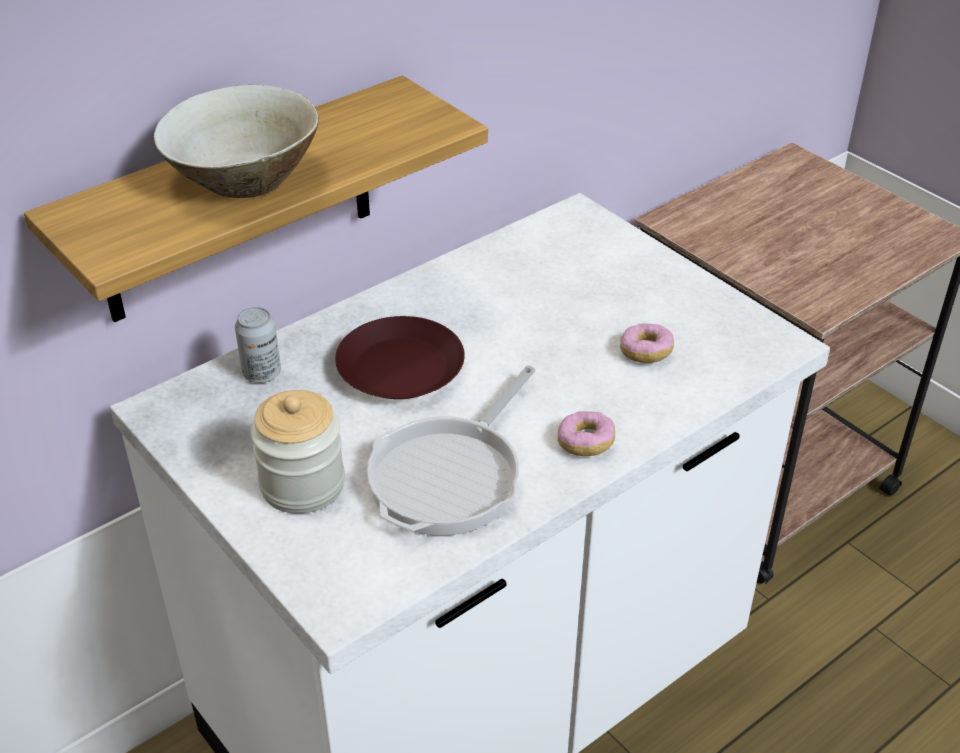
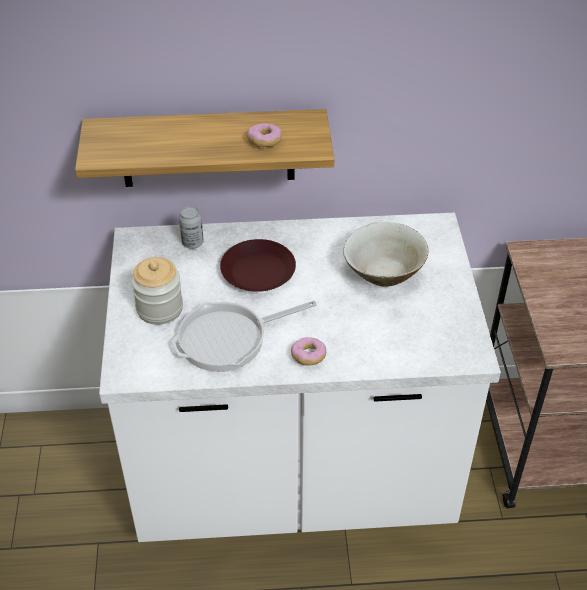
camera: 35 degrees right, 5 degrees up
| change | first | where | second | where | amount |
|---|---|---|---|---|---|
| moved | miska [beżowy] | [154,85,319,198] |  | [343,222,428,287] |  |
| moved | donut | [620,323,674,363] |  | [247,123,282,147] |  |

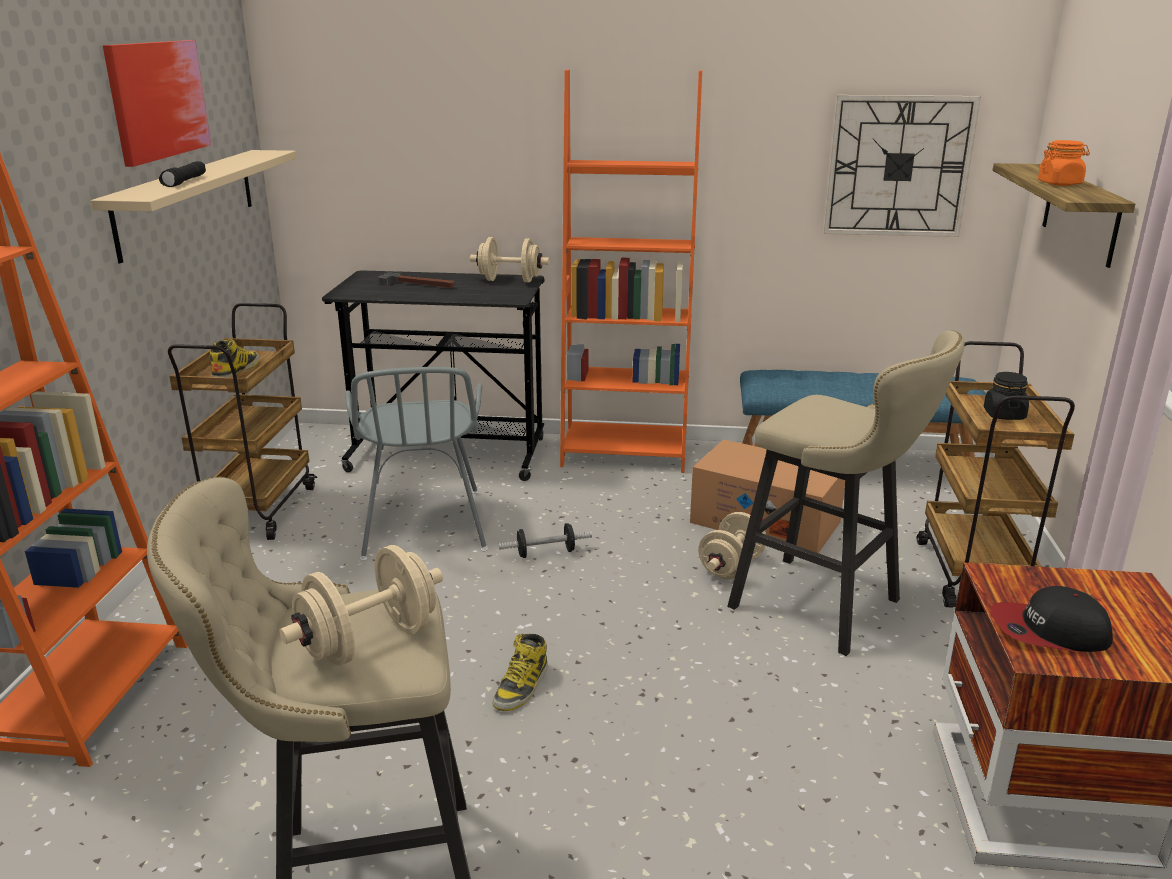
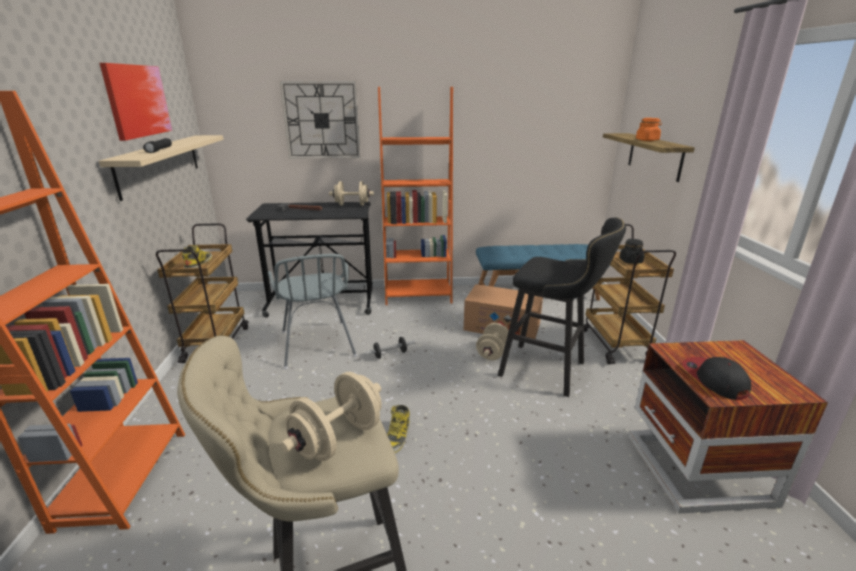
camera: 10 degrees left, 0 degrees up
| change | first | where | second | where | amount |
|---|---|---|---|---|---|
| moved | zegar ścienny | [823,95,981,237] |  | [279,81,361,159] |  |
| recoloured | stołek [beżowy] | [727,330,964,656] | stołek [czarny] | [498,217,626,397] |  |
| turned | czapka z daszkiem | [991,586,1113,652] |  | [682,357,751,400] | 75 degrees clockwise |

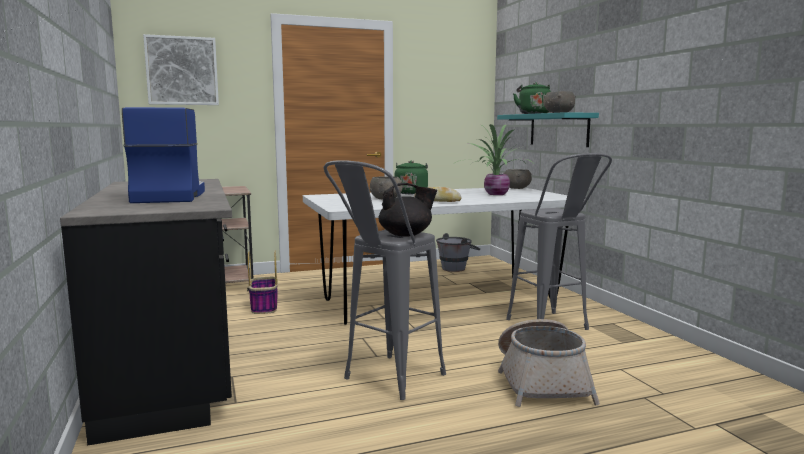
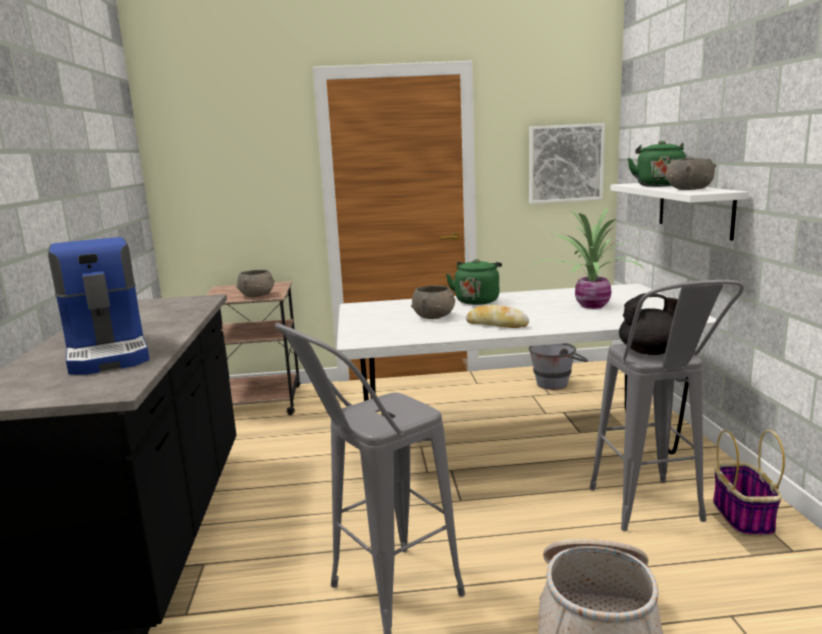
camera: 15 degrees right, 5 degrees up
| change | first | where | second | where | amount |
|---|---|---|---|---|---|
| moved | obraz | [143,34,219,105] |  | [529,123,605,204] |  |
| moved | koszyk | [248,251,278,314] |  | [713,430,785,536] |  |
| moved | imbryk [czarny] | [378,183,437,237] |  | [619,293,678,355] |  |
| moved | miska [szary] | [503,169,532,189] |  | [236,270,275,297] |  |
| recoloured | półka [turkusowy] | [497,112,599,147] | półka [biały] | [610,183,749,241] |  |
| turned | ekspres do kawy | [122,107,205,203] |  | [48,237,150,375] | 150 degrees clockwise |

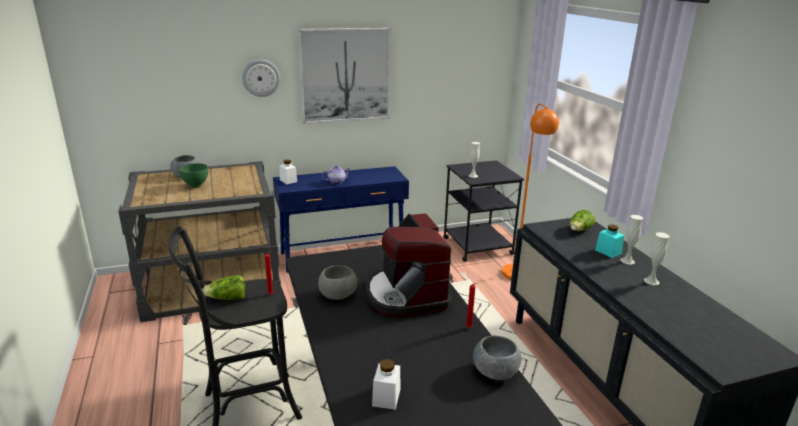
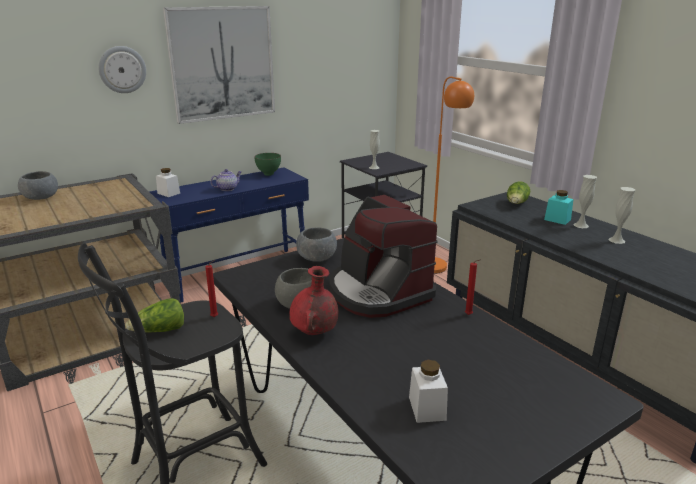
camera: 15 degrees left, 0 degrees up
| change | first | where | second | where | amount |
|---|---|---|---|---|---|
| added |  |  | wazon [czerwony] | [289,266,338,335] |  |
| moved | miska [zielony] | [179,163,208,188] |  | [254,153,281,176] |  |
| moved | miska [szary] | [473,336,521,380] |  | [296,228,337,262] |  |

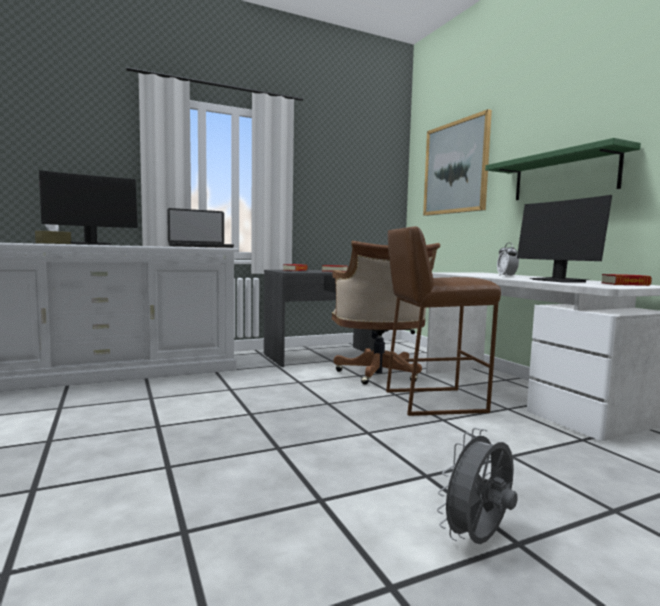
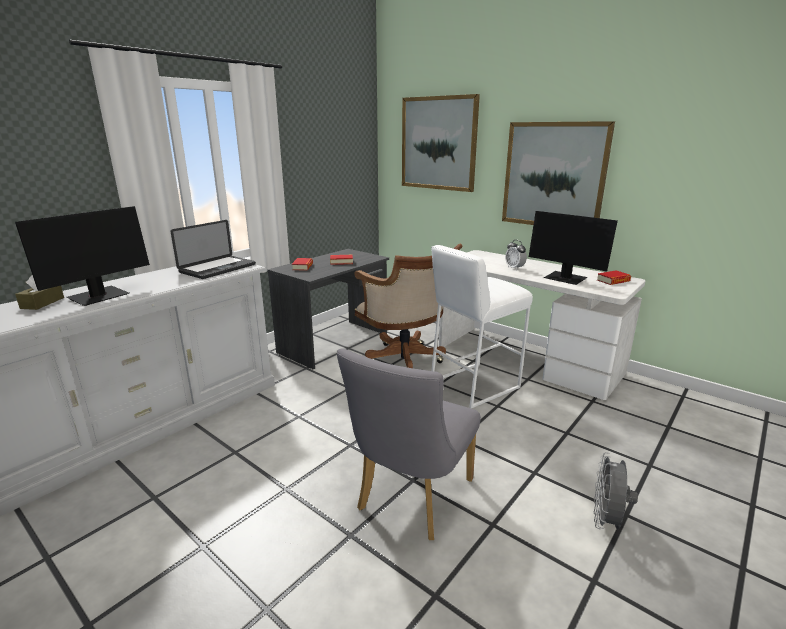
camera: 25 degrees left, 15 degrees up
| change | first | where | second | where | amount |
|---|---|---|---|---|---|
| added |  |  | krzesło [szary] | [337,348,481,540] |  |
| replaced | półka [zielony] | [485,138,641,200] | obraz | [502,121,615,225] |  |
| recoloured | stołek [brązowy] | [386,226,501,416] | stołek [biały] | [431,245,533,408] |  |

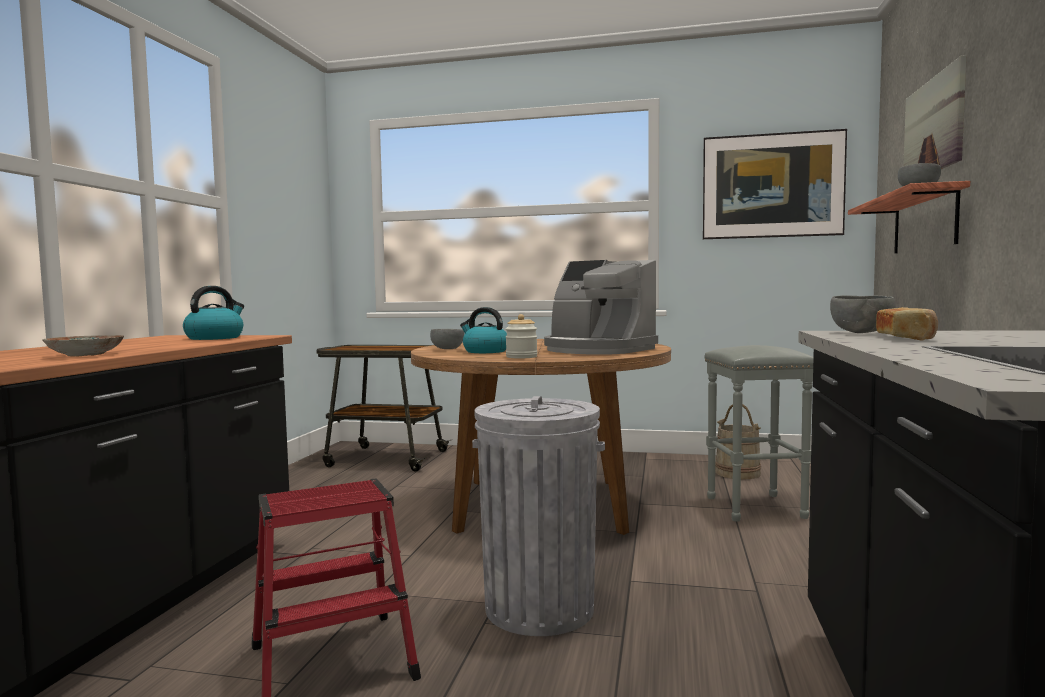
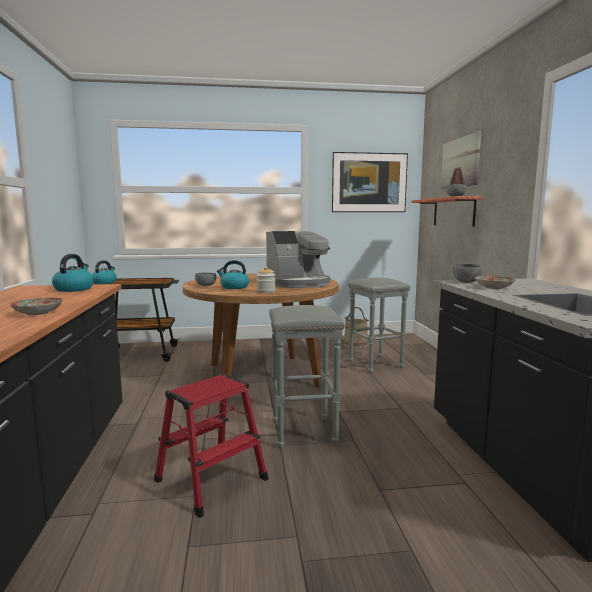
camera: 20 degrees left, 5 degrees up
| change | first | where | second | where | amount |
|---|---|---|---|---|---|
| added |  |  | czajnik | [92,260,117,284] |  |
| replaced | kosz na śmieci [szary] | [472,396,605,636] | stołek [szary] | [269,305,345,449] |  |
| replaced | chleb | [876,307,938,341] | talerz | [475,276,515,289] |  |
| turned | ekspres do kawy | [544,260,658,355] |  | [266,231,331,288] | 45 degrees counterclockwise |

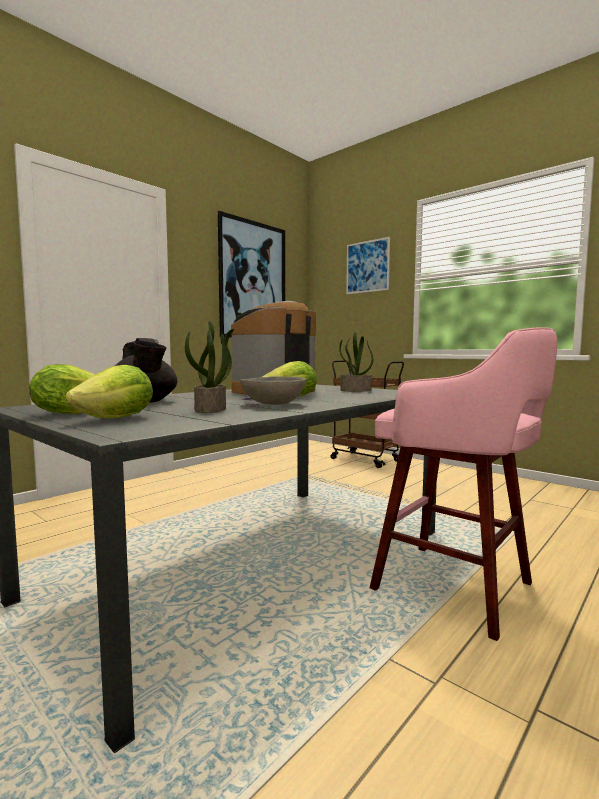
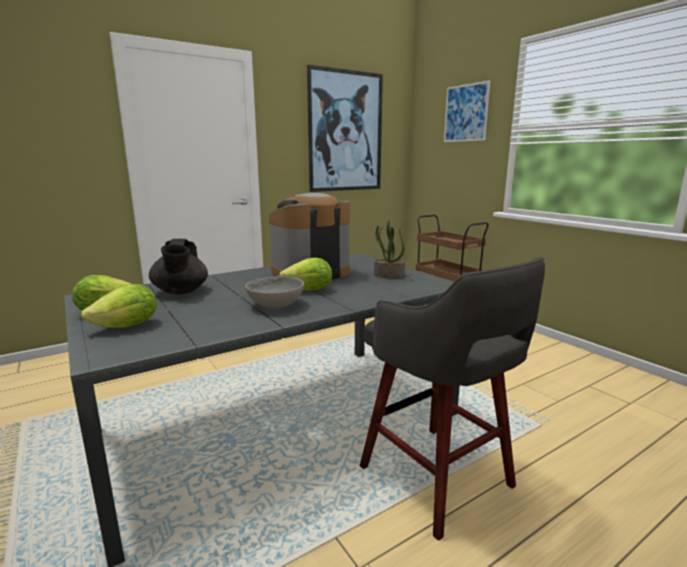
camera: 15 degrees right, 10 degrees up
| change | first | where | second | where | amount |
|---|---|---|---|---|---|
| removed | roślina doniczkowa | [185,321,234,413] |  |  |  |
| recoloured | stołek [różowy] | [370,327,557,641] | stołek [szary] | [360,257,545,541] |  |

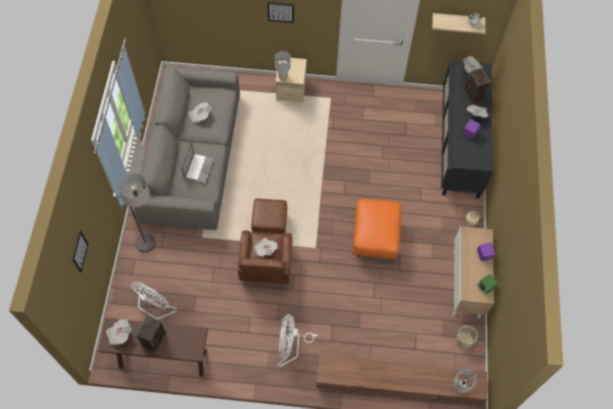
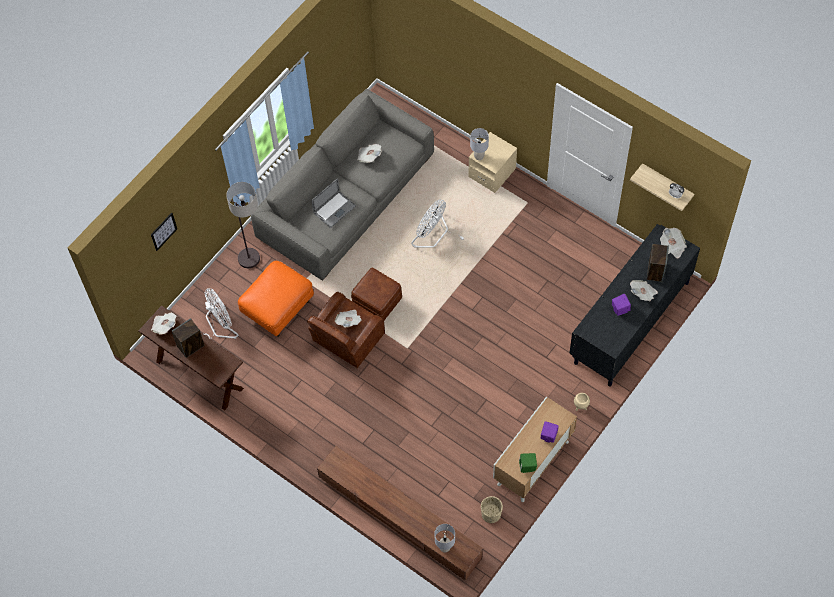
camera: 35 degrees right, 0 degrees up
| change | first | where | second | where | amount |
|---|---|---|---|---|---|
| removed | obraz | [267,2,294,23] |  |  |  |
| moved | wentylator [biały] | [278,314,318,367] |  | [411,200,464,248] |  |
| moved | pufa [pomarańczowy] | [353,199,402,260] |  | [238,261,314,337] |  |

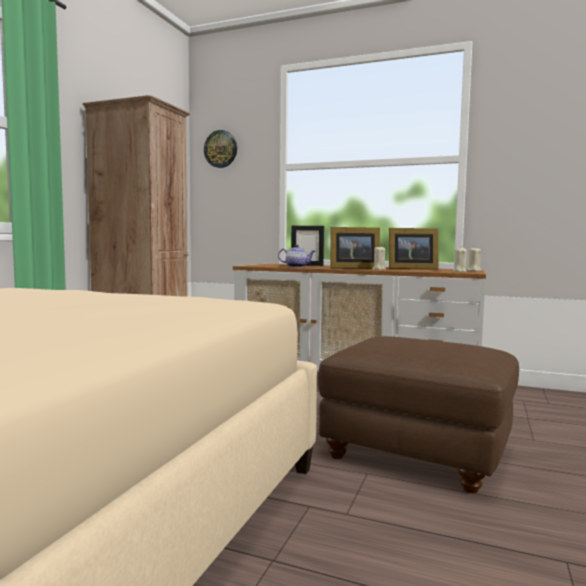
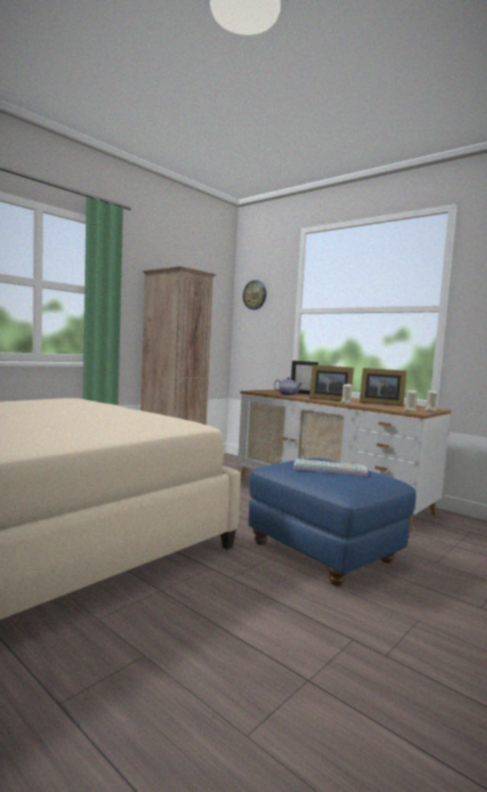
camera: 20 degrees right, 0 degrees up
| change | first | where | second | where | amount |
|---|---|---|---|---|---|
| added |  |  | klawiatura | [293,459,368,476] |  |
| recoloured | pufa [brązowy] | [318,336,519,493] | pufa [niebieski] | [248,458,416,586] |  |

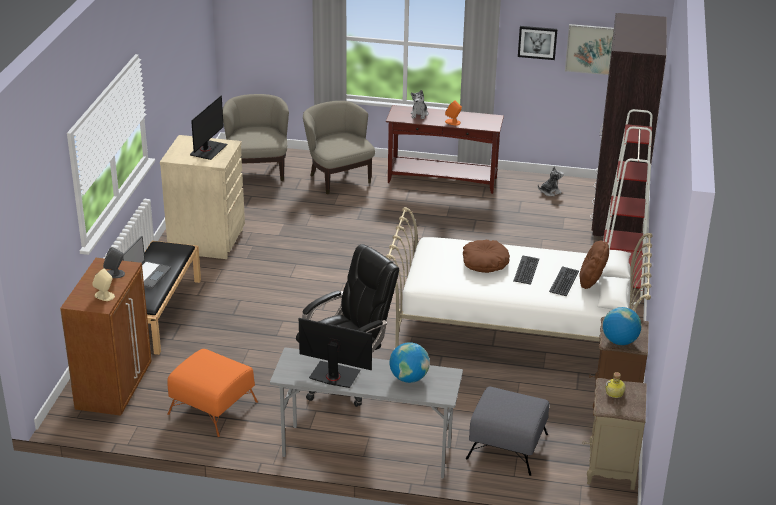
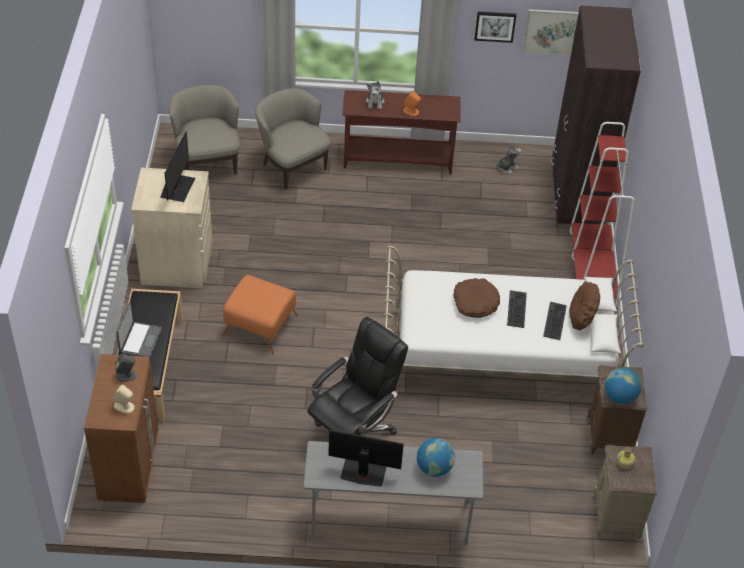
camera: 10 degrees left, 15 degrees up
| change | first | where | second | where | amount |
|---|---|---|---|---|---|
| removed | pufa [szary] | [466,387,549,476] |  |  |  |
| moved | pufa [pomarańczowy] | [167,349,258,437] |  | [222,275,298,354] |  |

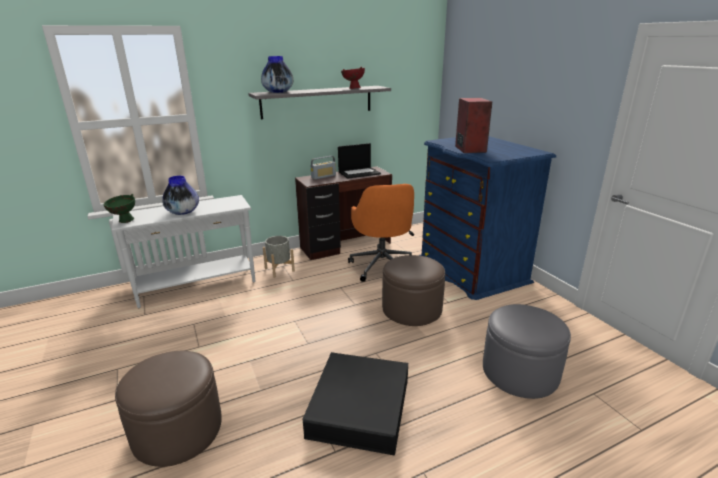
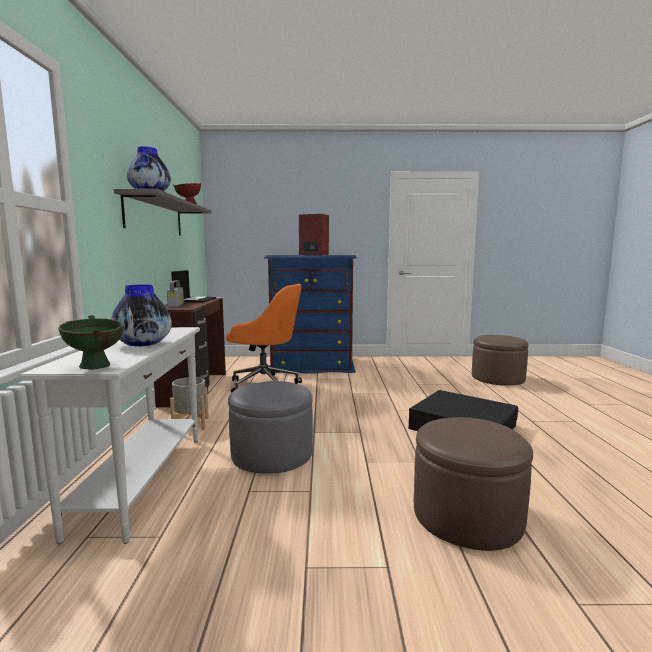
camera: 65 degrees left, 15 degrees down
| change | first | where | second | where | amount |
|---|---|---|---|---|---|
| moved | pufa [brązowy] | [382,255,445,326] |  | [472,335,529,386] |  |
| moved | pufa [szary] | [483,304,571,399] |  | [228,381,313,474] |  |

